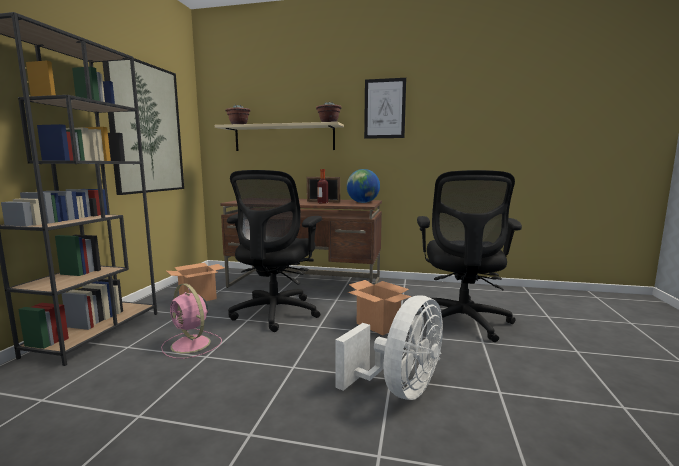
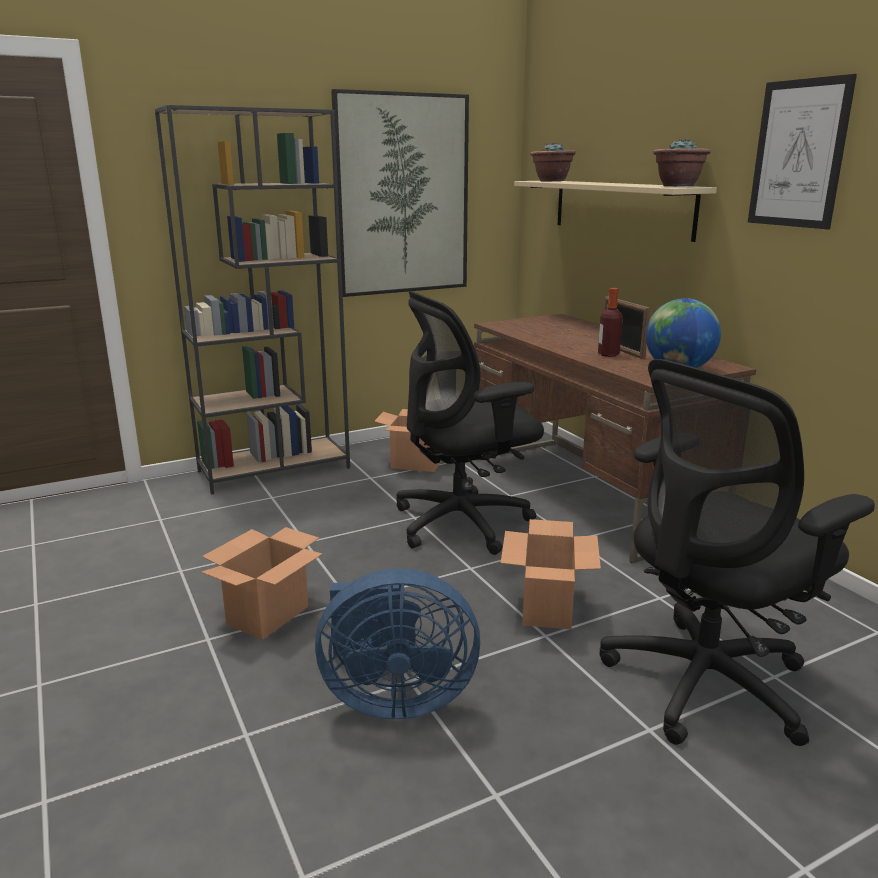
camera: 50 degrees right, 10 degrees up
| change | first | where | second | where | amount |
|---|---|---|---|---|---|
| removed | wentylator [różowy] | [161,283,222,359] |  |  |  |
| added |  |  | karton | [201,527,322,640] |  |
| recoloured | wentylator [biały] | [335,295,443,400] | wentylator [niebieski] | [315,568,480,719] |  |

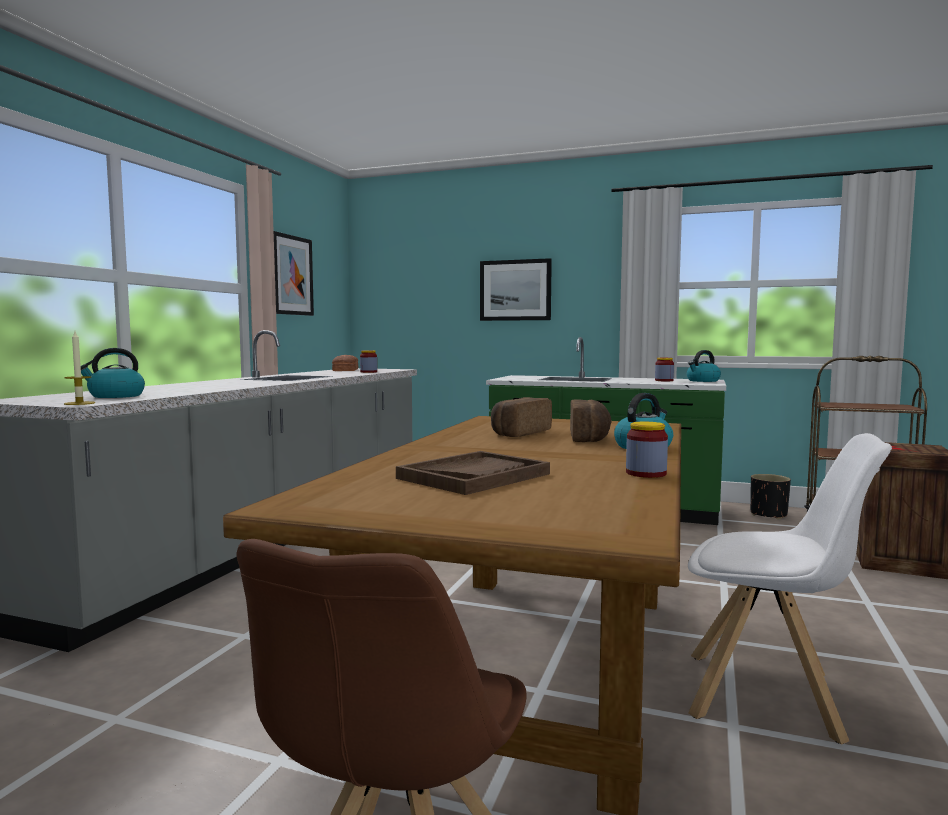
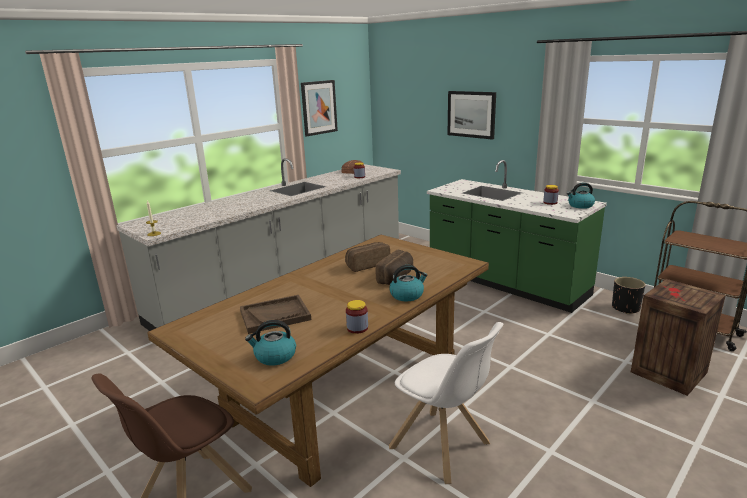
camera: 25 degrees right, 15 degrees up
| change | first | where | second | where | amount |
|---|---|---|---|---|---|
| moved | czajnik | [81,348,145,398] |  | [245,320,296,366] |  |

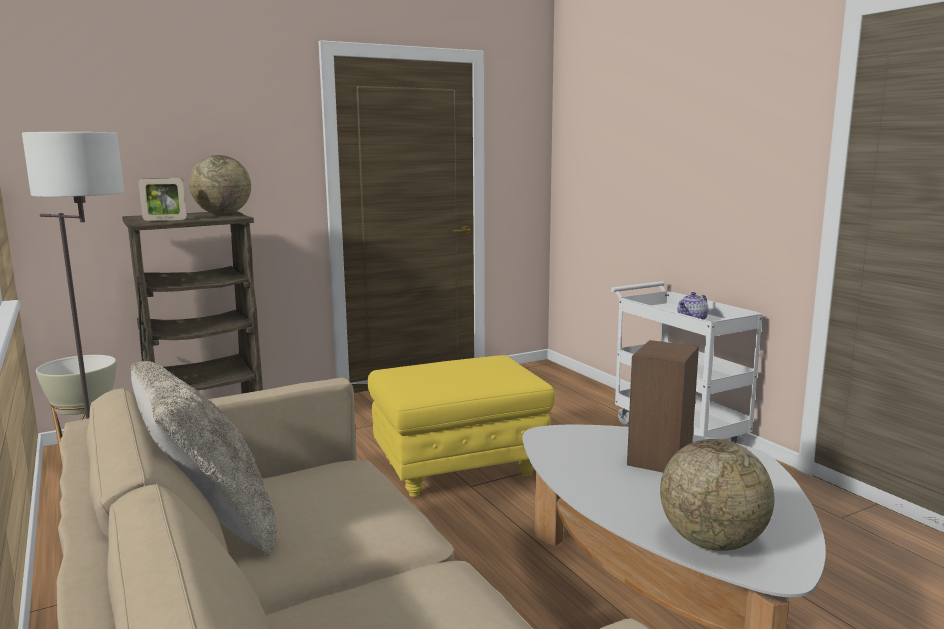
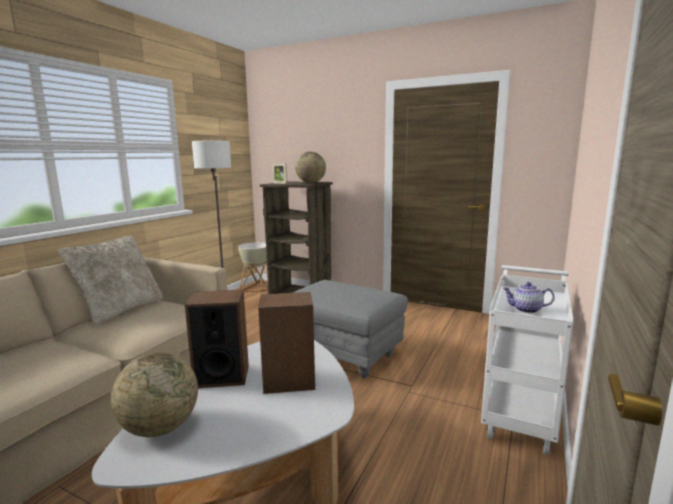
camera: 55 degrees right, 0 degrees up
| change | first | where | second | where | amount |
|---|---|---|---|---|---|
| added |  |  | głośnik | [185,290,249,388] |  |
| recoloured | pufa [żółty] | [367,355,555,497] | pufa [szary] | [293,280,408,378] |  |

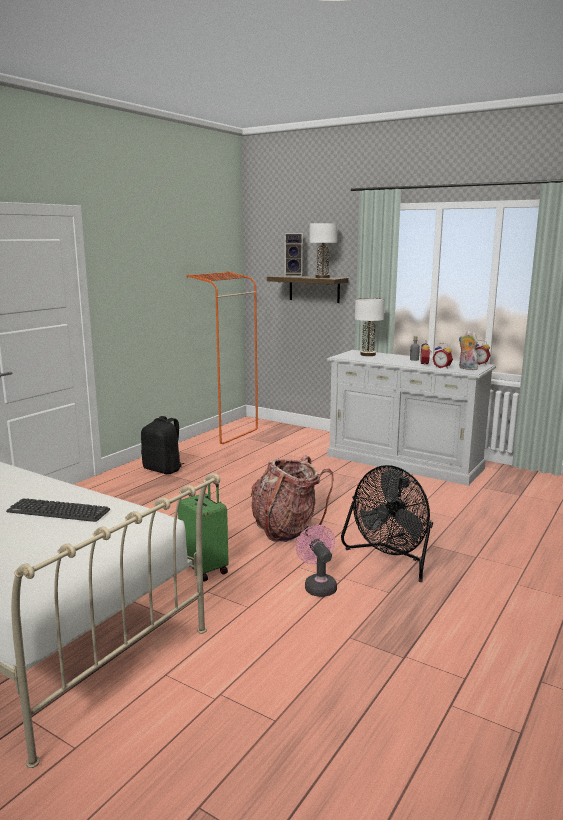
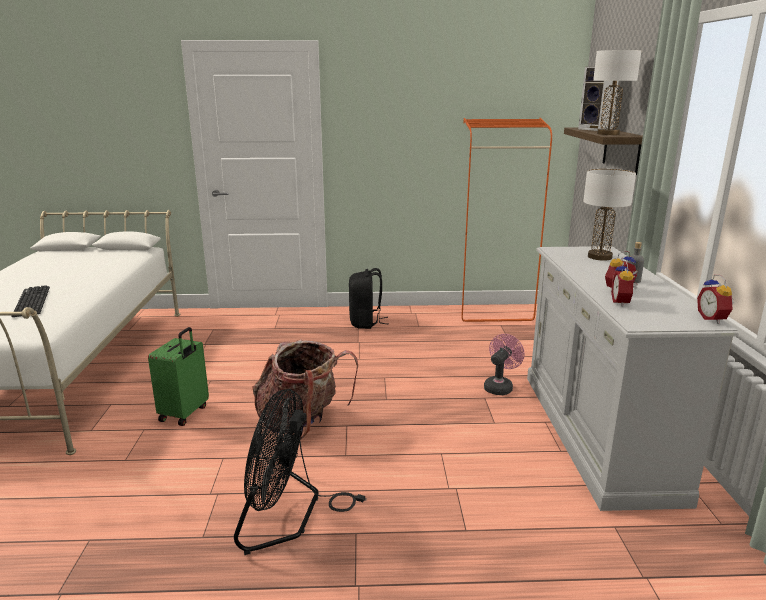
camera: 55 degrees right, 5 degrees up
| change | first | where | second | where | amount |
|---|---|---|---|---|---|
| removed | pluszak | [459,331,478,370] |  |  |  |
| moved | wentylator [różowy] | [296,525,337,597] |  | [484,334,525,395] |  |

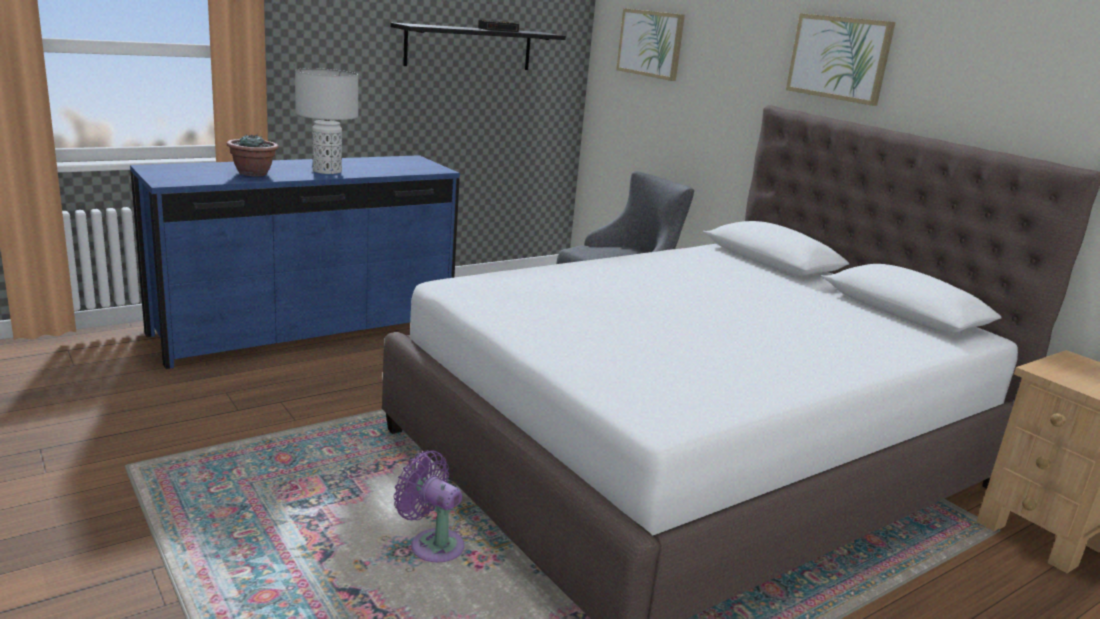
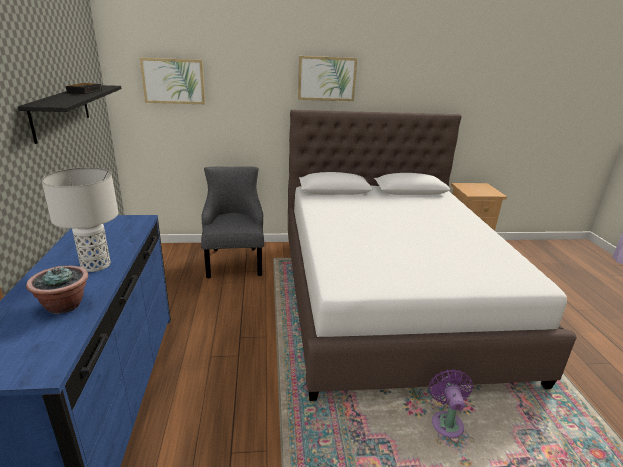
camera: 60 degrees left, 5 degrees up
| change | first | where | second | where | amount |
|---|---|---|---|---|---|
| turned | wentylator [fioletowy] | [393,451,464,563] |  | [429,369,473,438] | 120 degrees clockwise |

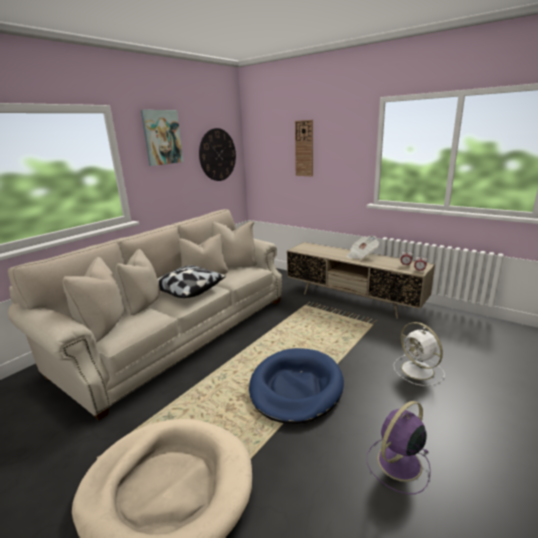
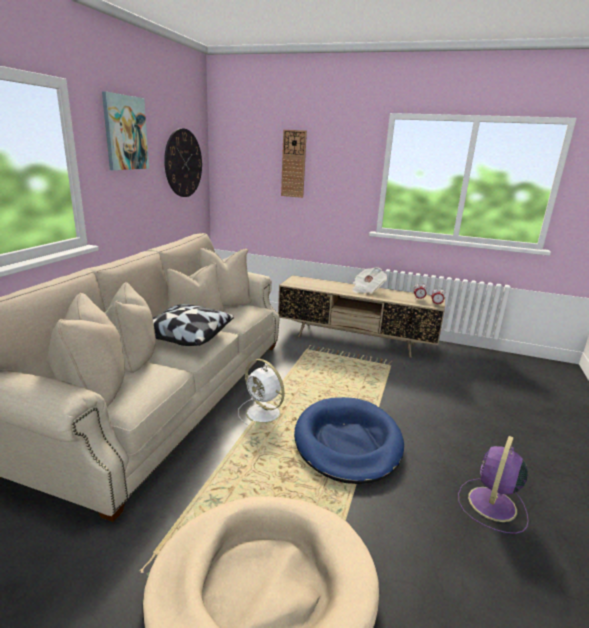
camera: 20 degrees left, 0 degrees up
| change | first | where | second | where | amount |
|---|---|---|---|---|---|
| moved | wentylator [biały] | [393,322,445,386] |  | [238,359,290,426] |  |

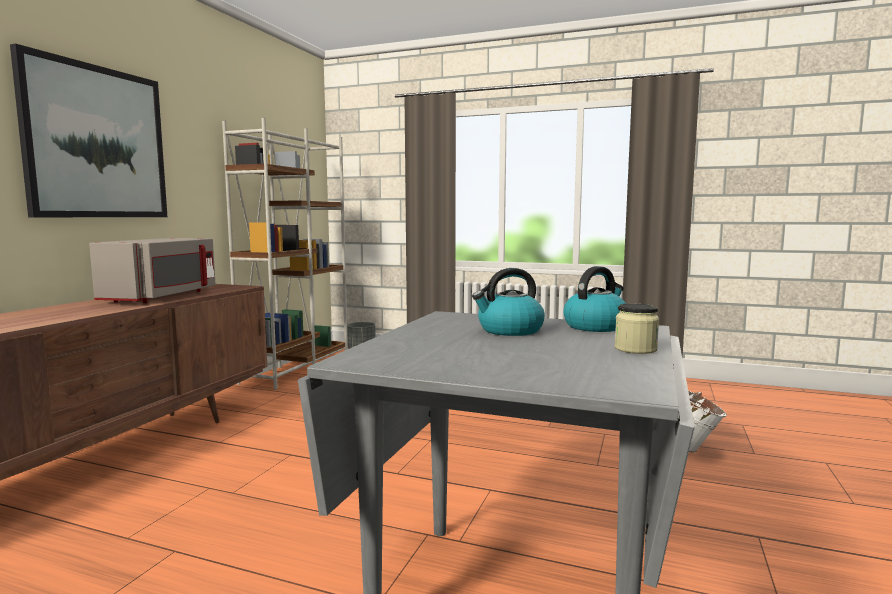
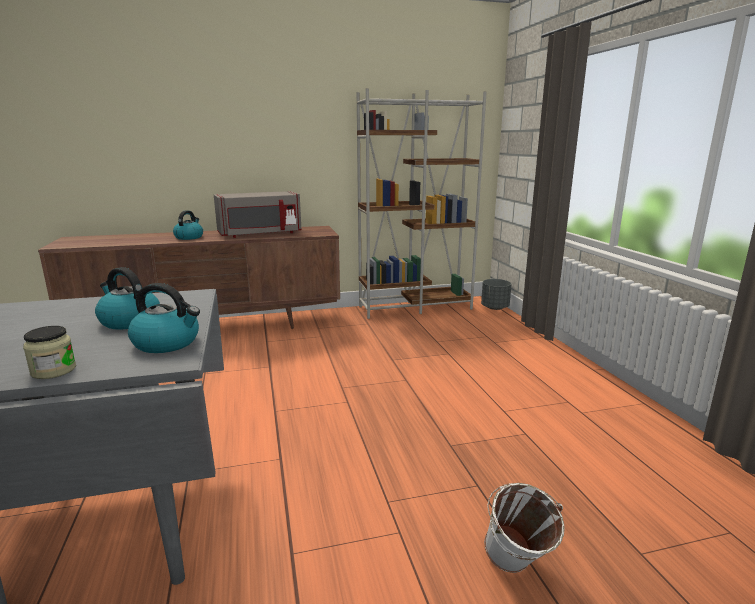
camera: 55 degrees right, 10 degrees up
| change | first | where | second | where | amount |
|---|---|---|---|---|---|
| removed | obraz | [10,43,167,217] |  |  |  |
| added |  |  | czajnik | [173,210,203,240] |  |

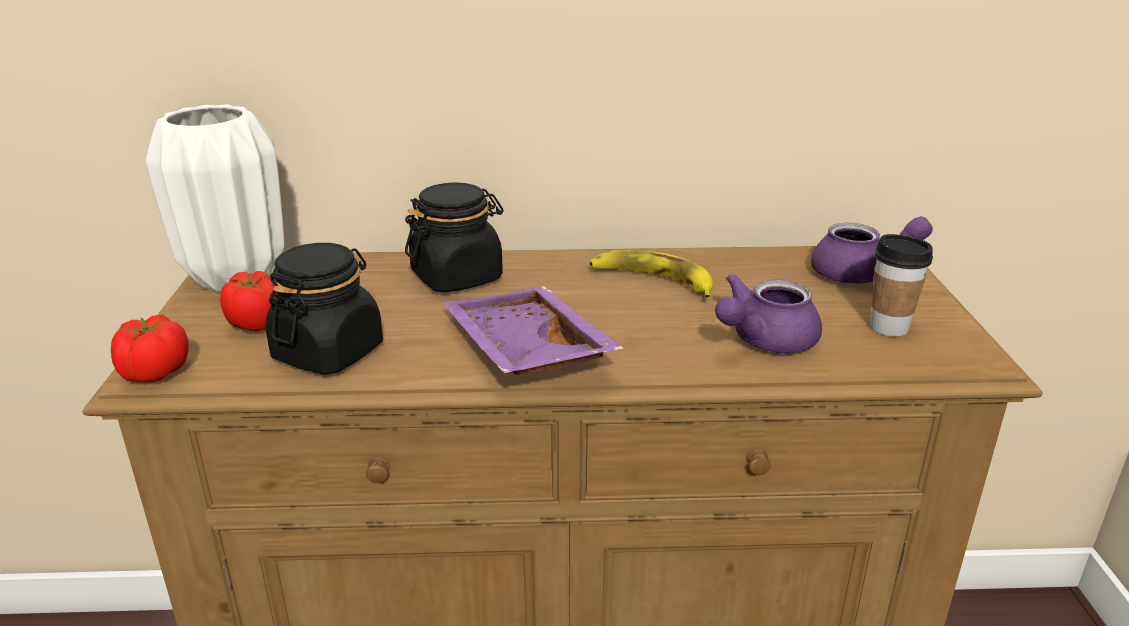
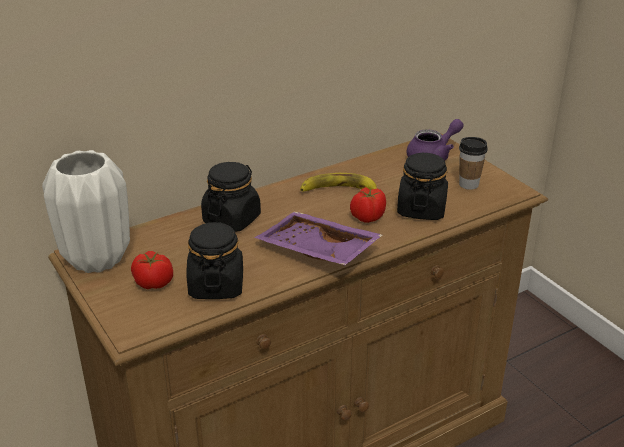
camera: 30 degrees left, 5 degrees up
| change | first | where | second | where | amount |
|---|---|---|---|---|---|
| moved | pomidor | [111,314,189,382] |  | [350,187,386,223] |  |
| replaced | imbryk [fioletowy] | [715,273,822,353] | słoik [czarny] | [397,153,448,220] |  |

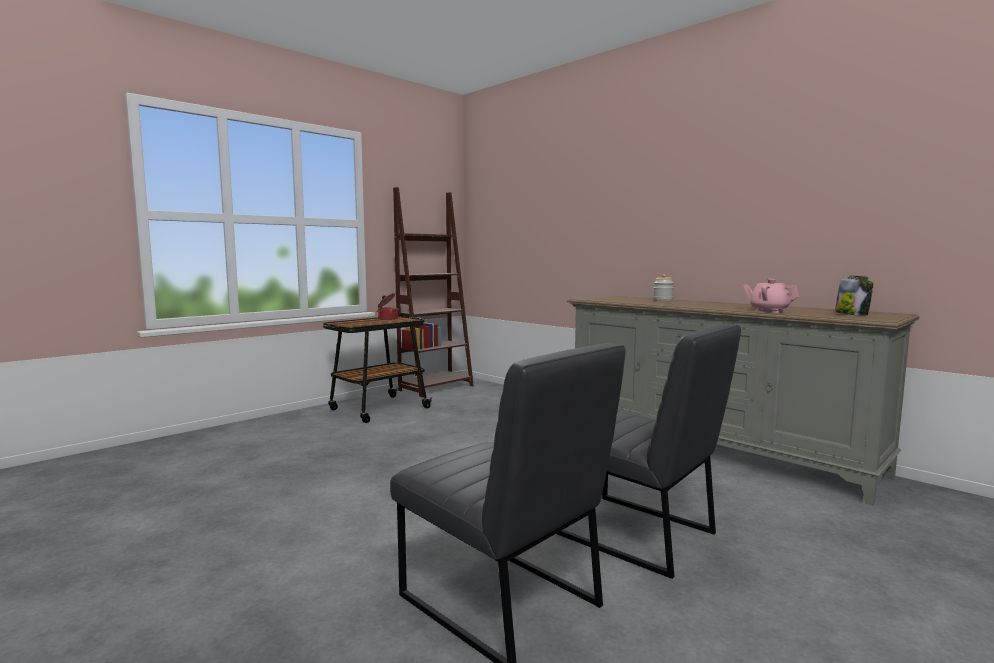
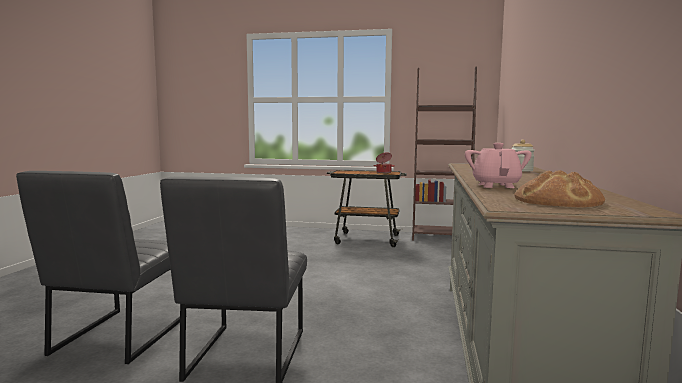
camera: 55 degrees right, 0 degrees up
| change | first | where | second | where | amount |
|---|---|---|---|---|---|
| replaced | słoik | [835,275,873,316] | chleb | [514,170,605,207] |  |

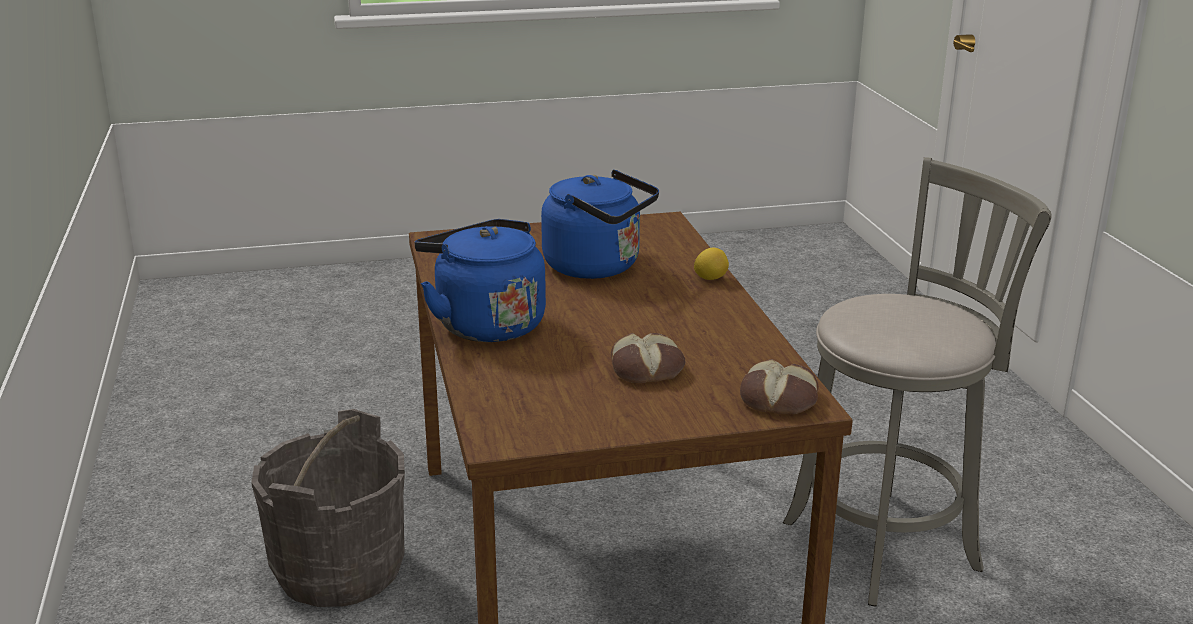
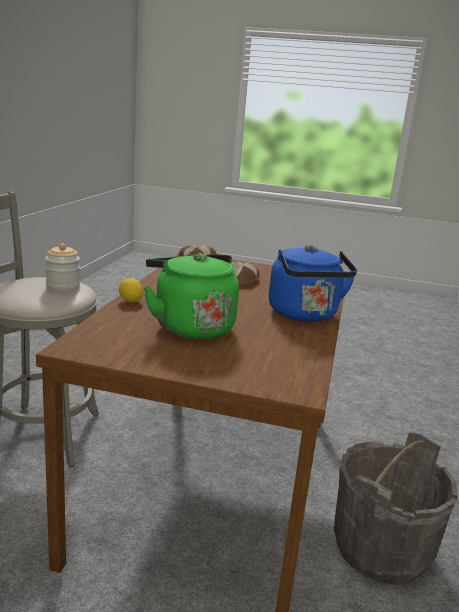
camera: 155 degrees left, 5 degrees down
| change | first | where | second | where | amount |
|---|---|---|---|---|---|
| added |  |  | słoik | [45,243,80,292] |  |
| recoloured | czajnik [niebieski] | [541,170,659,279] | czajnik [zielony] | [144,253,239,340] |  |

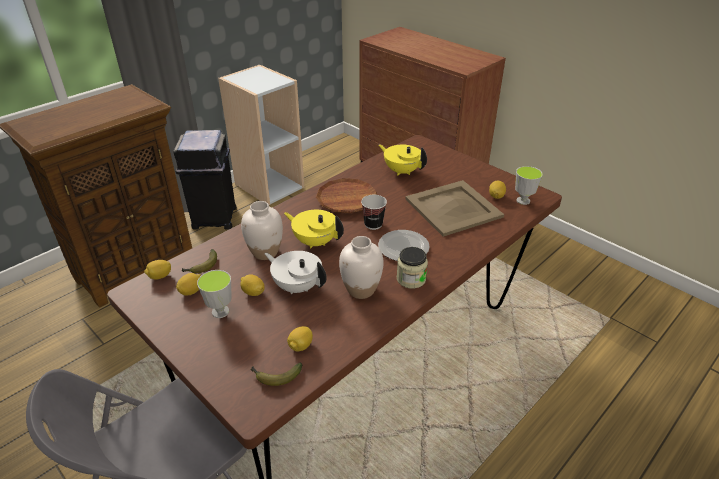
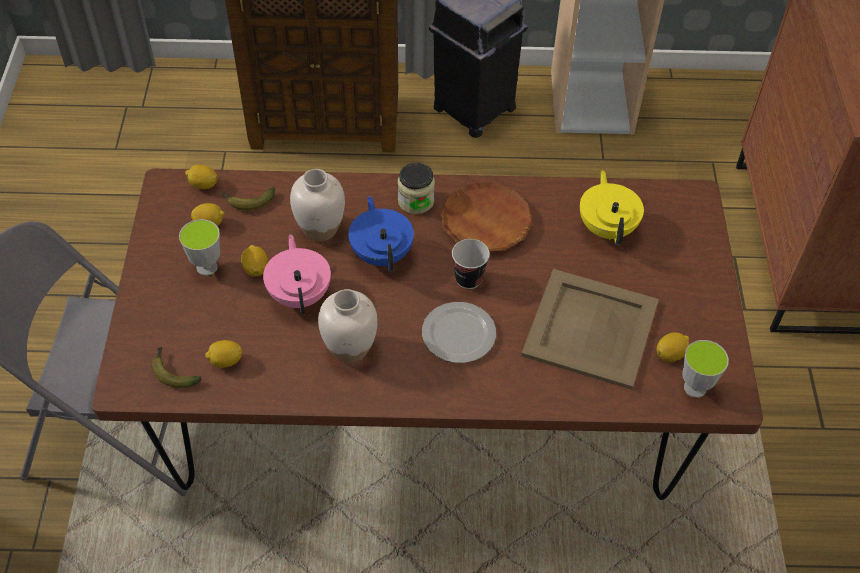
camera: 45 degrees right, 15 degrees up
| change | first | where | second | where | amount |
|---|---|---|---|---|---|
| moved | słoik | [397,247,428,289] |  | [398,163,435,214] |  |
| recoloured | imbryk [biały] | [265,251,327,294] | imbryk [różowy] | [263,234,331,315] |  |
| recoloured | imbryk [żółty] | [284,210,344,248] | imbryk [niebieski] | [348,196,414,272] |  |

